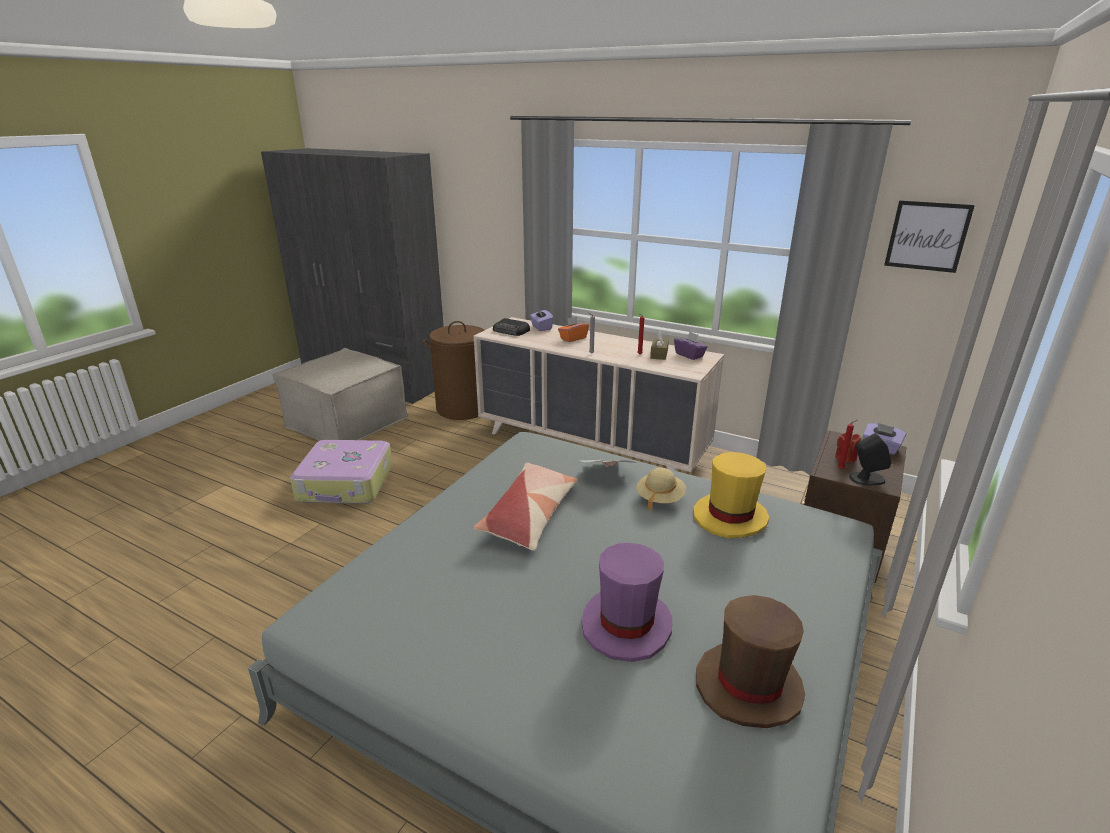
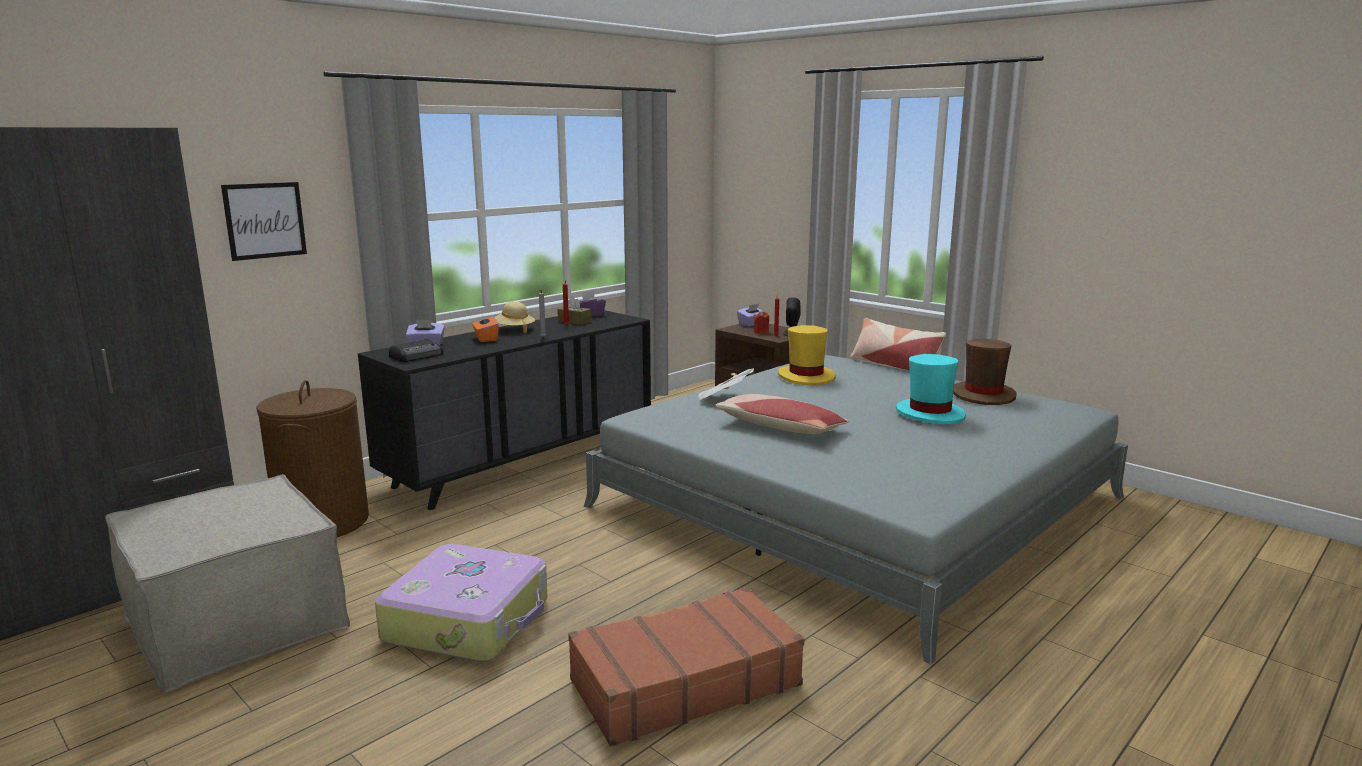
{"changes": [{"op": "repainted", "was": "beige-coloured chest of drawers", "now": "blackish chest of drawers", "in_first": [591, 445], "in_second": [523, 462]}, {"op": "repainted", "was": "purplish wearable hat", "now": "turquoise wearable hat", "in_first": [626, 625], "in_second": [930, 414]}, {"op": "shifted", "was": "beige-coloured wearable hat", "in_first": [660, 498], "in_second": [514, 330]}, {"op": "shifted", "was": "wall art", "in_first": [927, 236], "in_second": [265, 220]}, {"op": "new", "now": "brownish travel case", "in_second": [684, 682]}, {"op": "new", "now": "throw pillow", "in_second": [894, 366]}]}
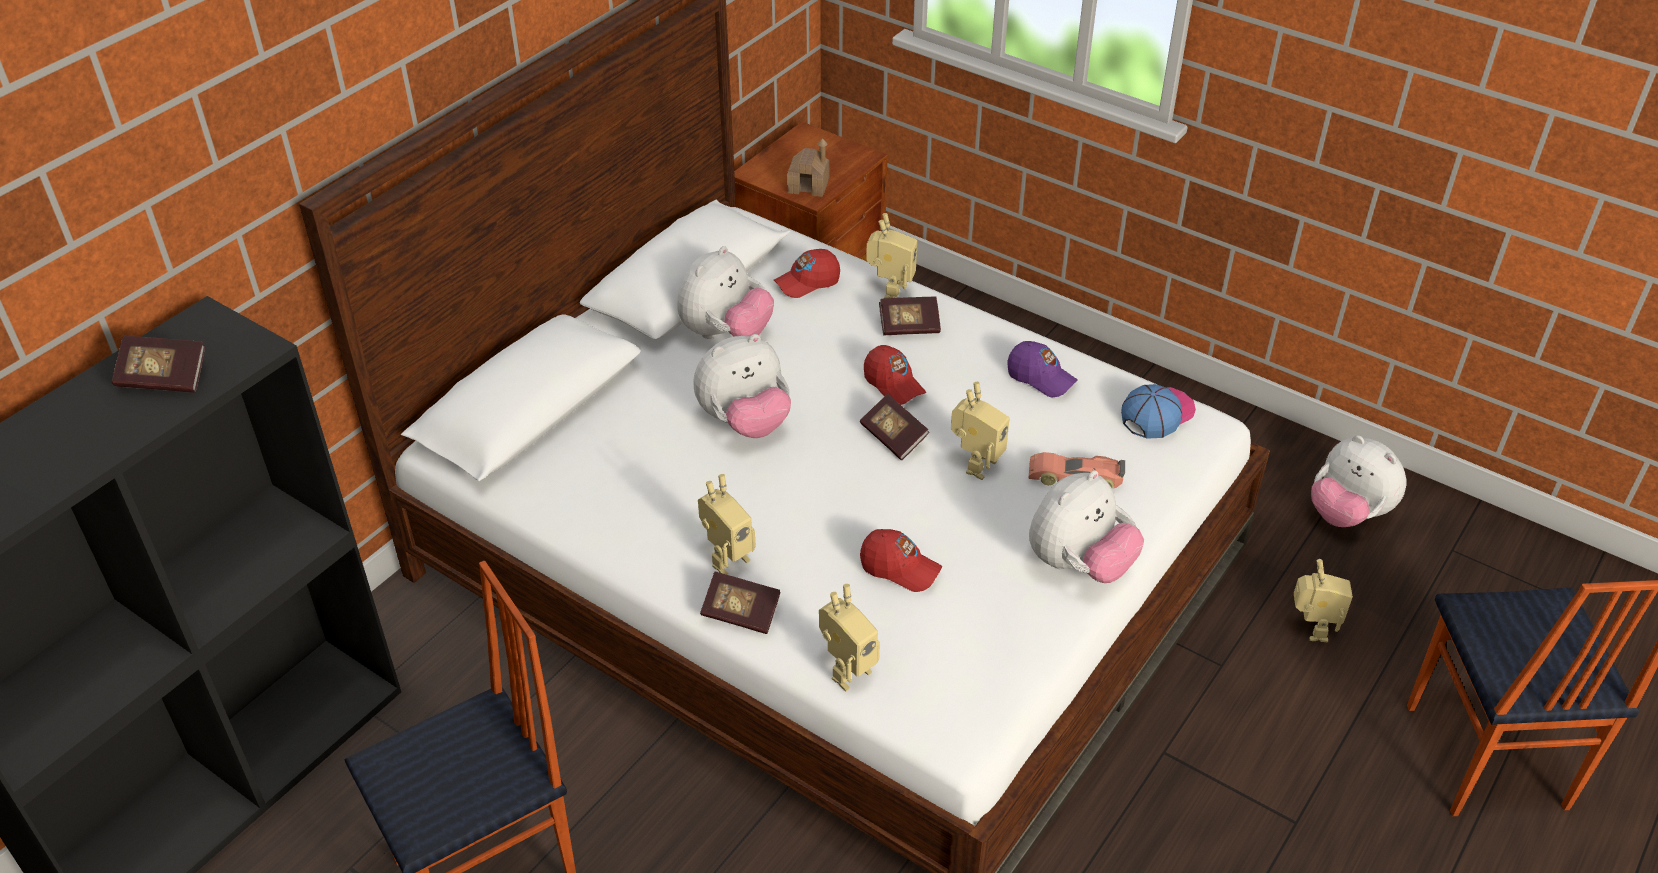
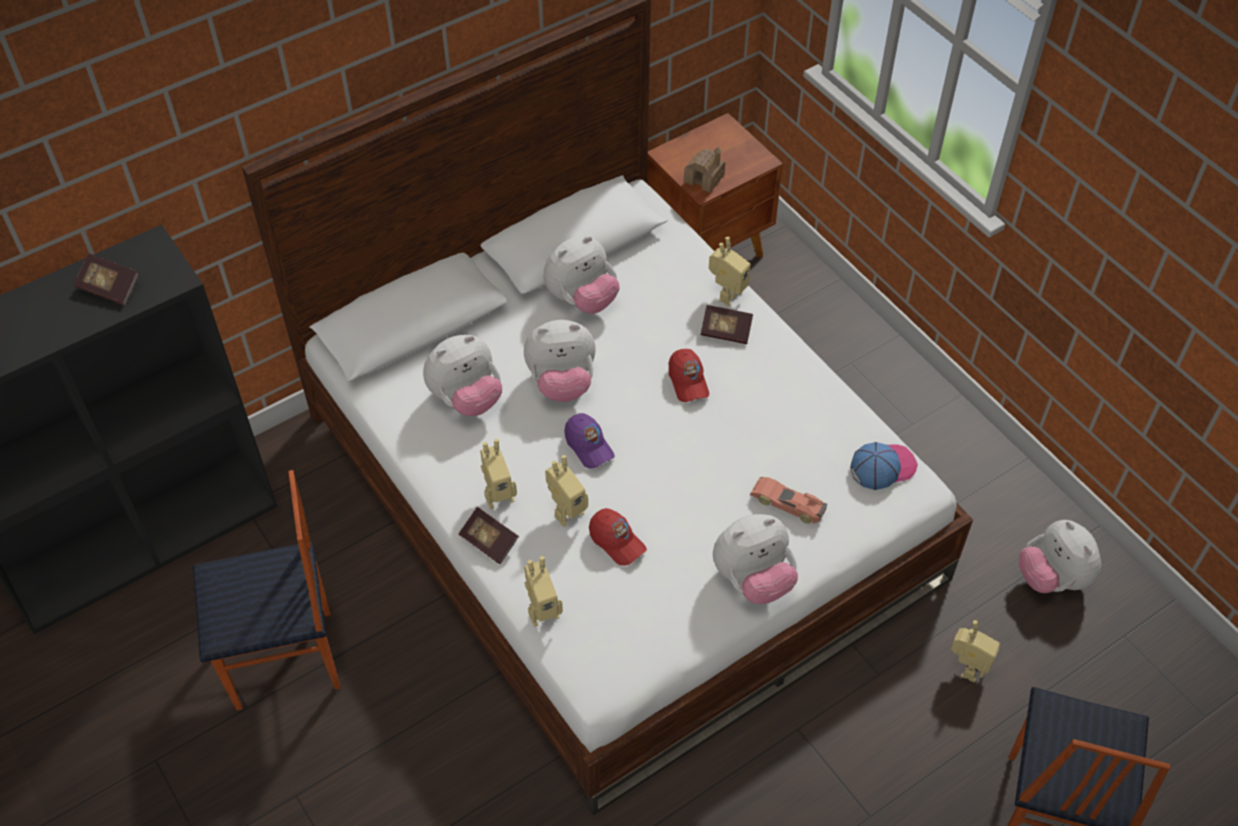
{"changes": [{"op": "gone", "was": "reddish baseball cap", "in_first": [807, 282]}, {"op": "gone", "was": "book", "in_first": [893, 437]}, {"op": "shifted", "was": "toy robot", "in_first": [976, 465], "in_second": [566, 511]}, {"op": "shifted", "was": "purplish baseball cap", "in_first": [1040, 378], "in_second": [588, 446]}, {"op": "new", "now": "cuddly toy", "in_second": [466, 398]}]}
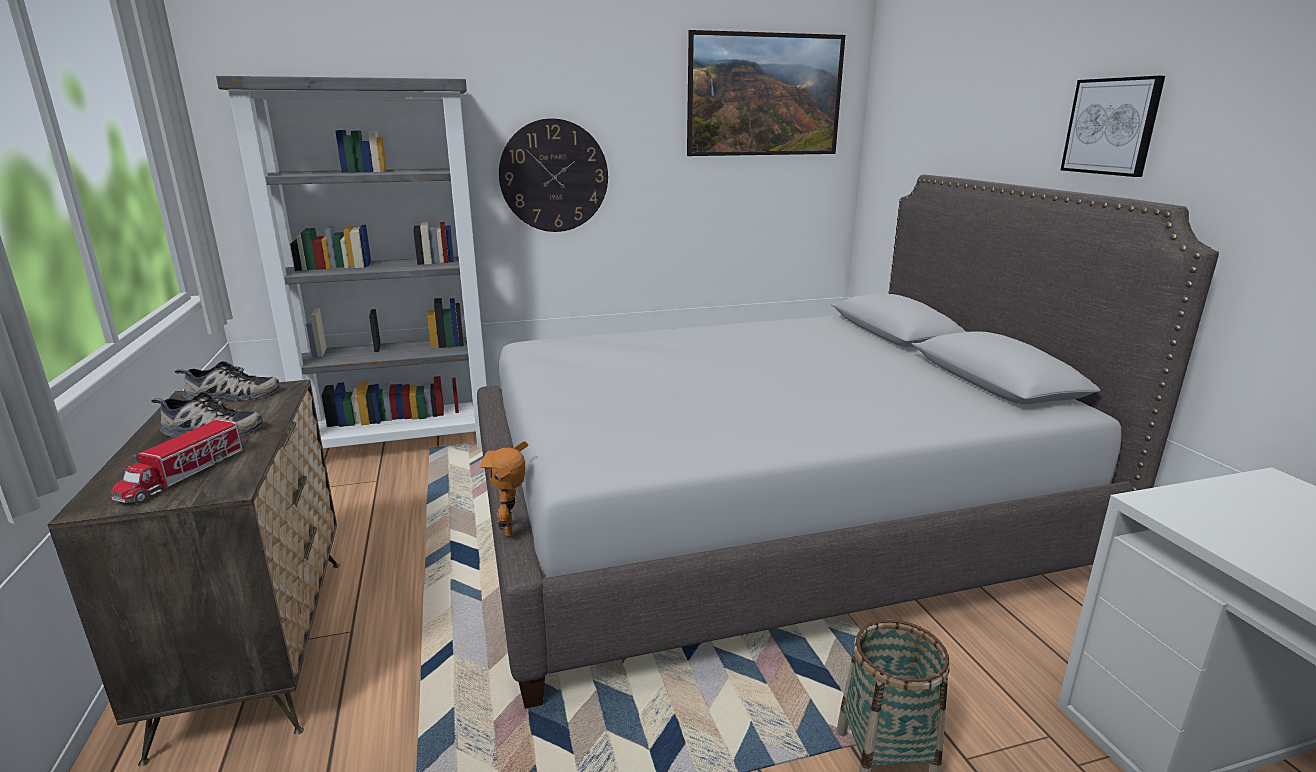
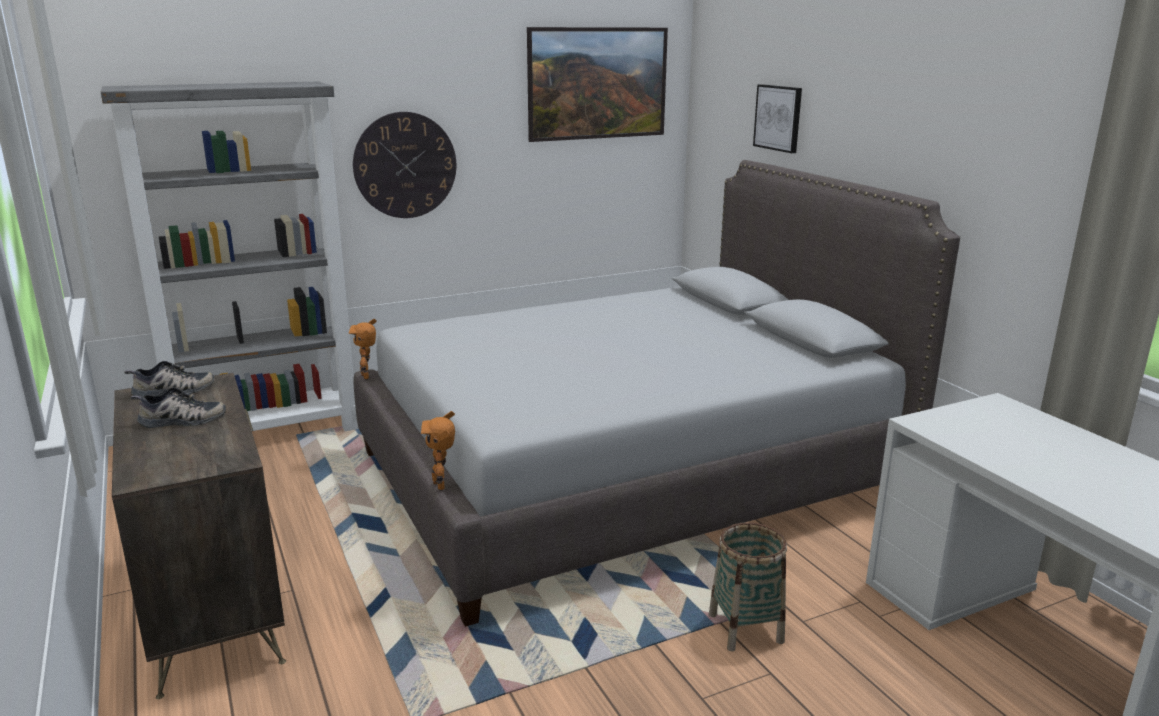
{"changes": [{"op": "gone", "was": "model truck", "in_first": [183, 475]}, {"op": "shifted", "was": "wall art", "in_first": [1112, 126], "in_second": [778, 118]}, {"op": "new", "now": "toy robot", "in_second": [367, 376]}]}
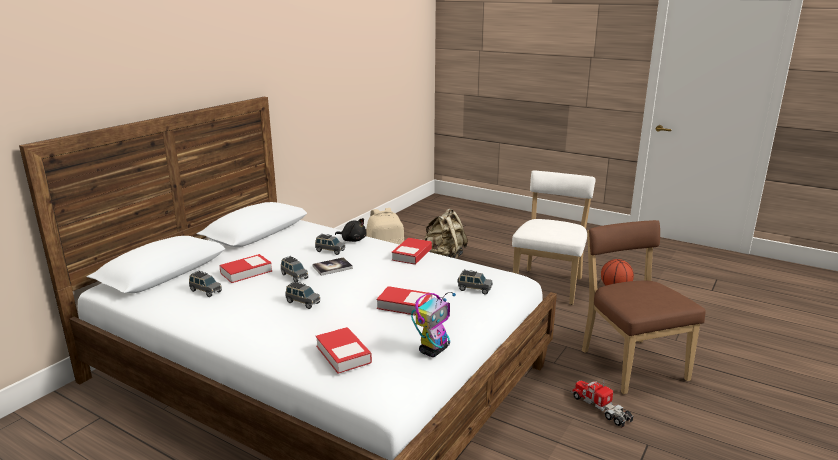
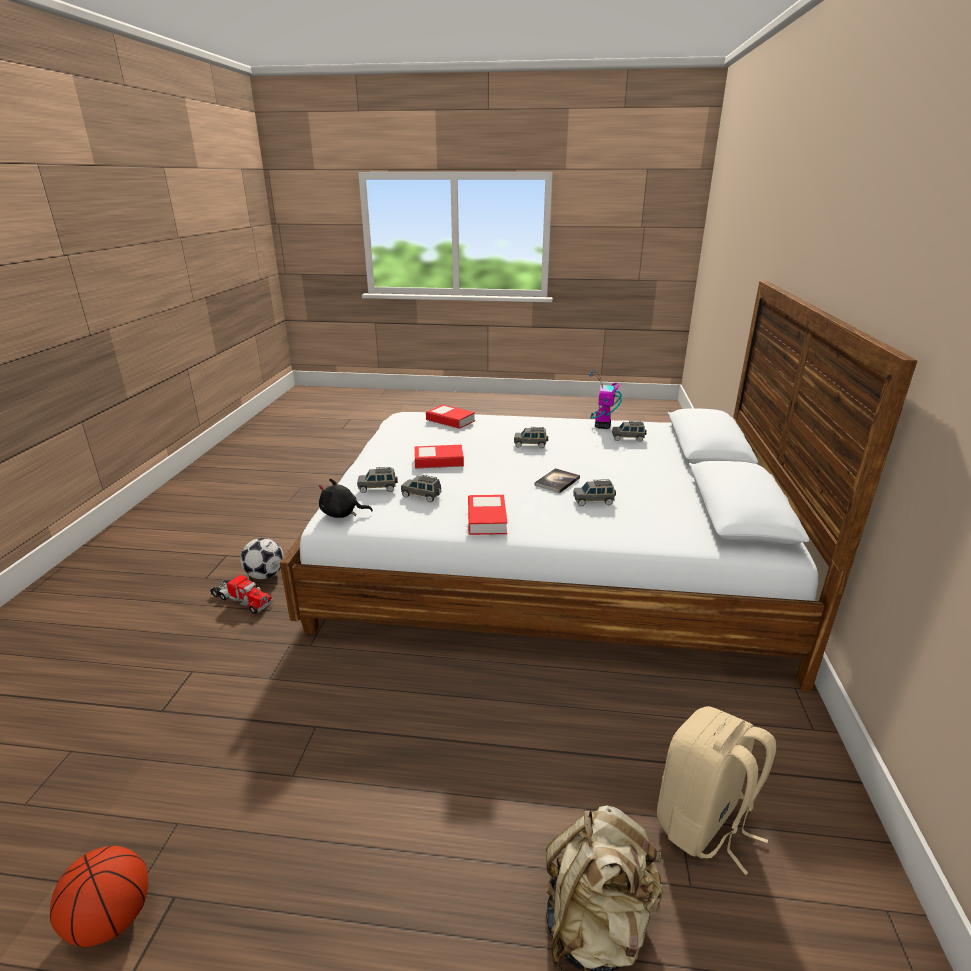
{"changes": [{"op": "gone", "was": "book", "in_first": [246, 272]}, {"op": "shifted", "was": "greyish miniature car", "in_first": [294, 276], "in_second": [422, 496]}, {"op": "shifted", "was": "blackish cuddly toy", "in_first": [352, 240], "in_second": [342, 514]}, {"op": "shifted", "was": "toy robot", "in_first": [433, 350], "in_second": [602, 426]}, {"op": "gone", "was": "whitish plain chair", "in_first": [549, 284]}, {"op": "gone", "was": "brownish plain chair", "in_first": [630, 363]}, {"op": "new", "now": "football", "in_second": [265, 575]}]}
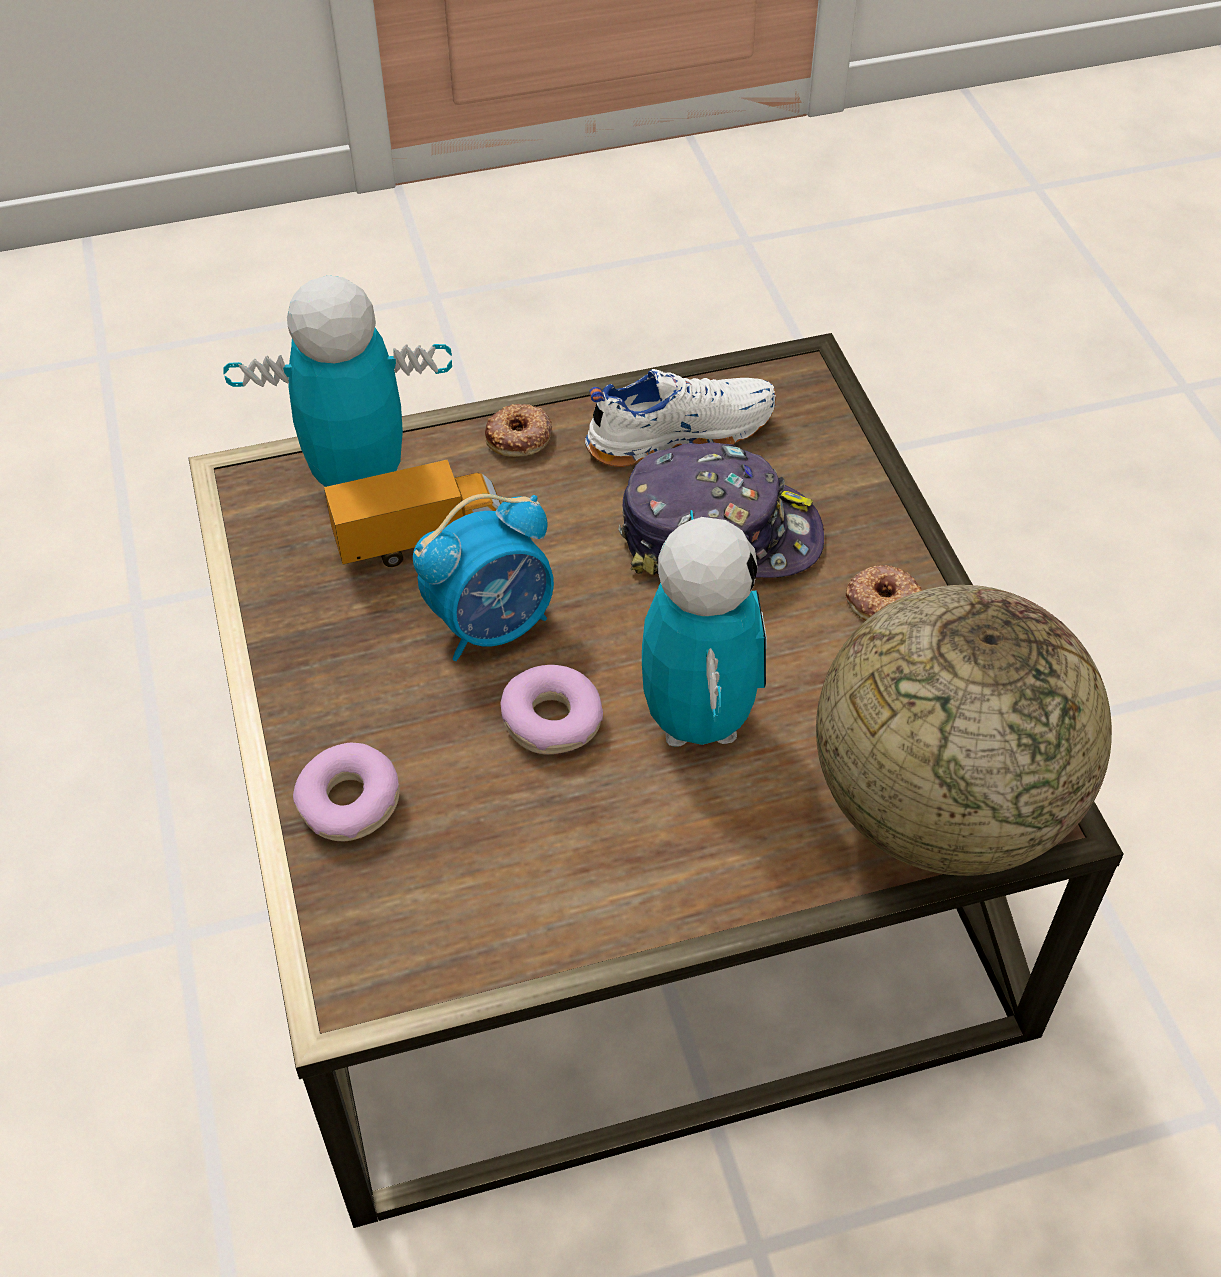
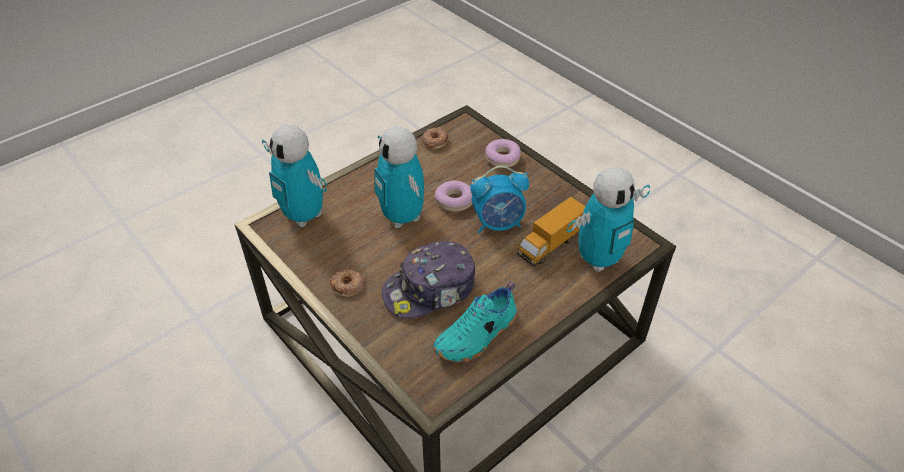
{"changes": [{"op": "rotated", "was": "alarm clock", "in_first": [493, 625], "in_second": [498, 224], "clockwise": -135}, {"op": "shifted", "was": "ring doughnut", "in_first": [519, 436], "in_second": [435, 141]}, {"op": "repainted", "was": "whitish shoe", "now": "turquoise shoe", "in_first": [678, 432], "in_second": [477, 336]}, {"op": "swapped", "was": "desk globe", "now": "toy robot", "in_first": [939, 808], "in_second": [304, 216]}]}
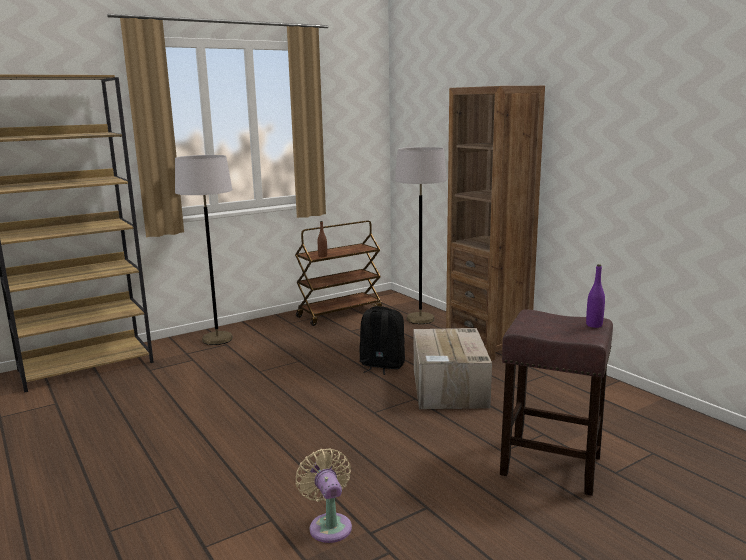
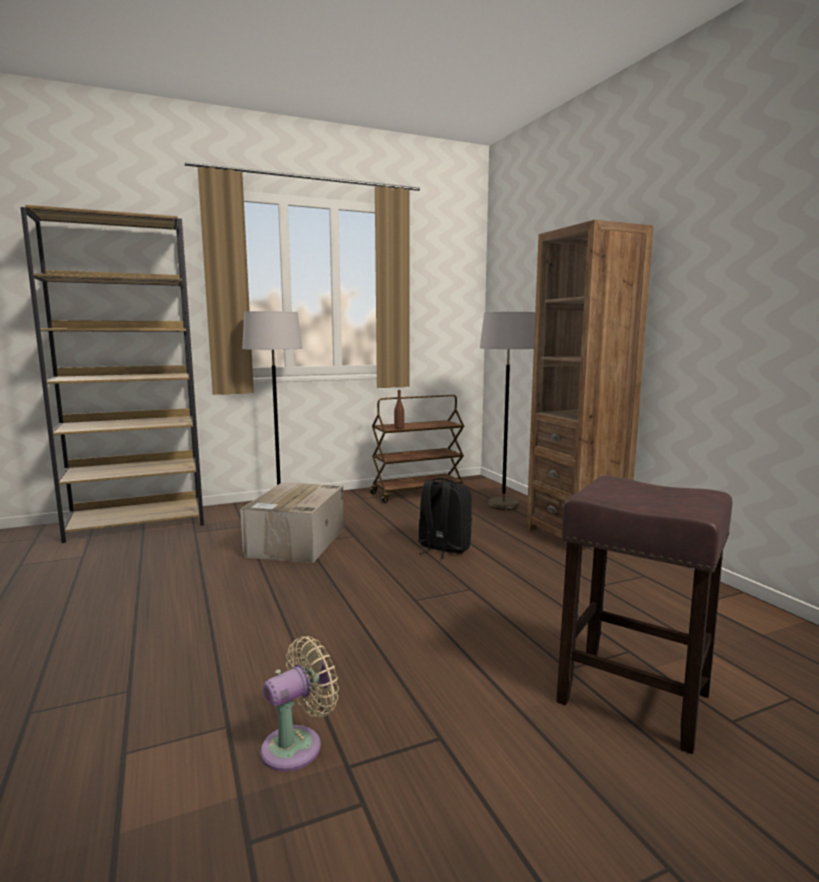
{"changes": [{"op": "rotated", "was": "beige-coloured fan", "in_first": [329, 525], "in_second": [297, 745], "clockwise": 60}, {"op": "shifted", "was": "cardboard box", "in_first": [449, 388], "in_second": [296, 542]}, {"op": "gone", "was": "purplish drink bottle", "in_first": [594, 325]}]}
